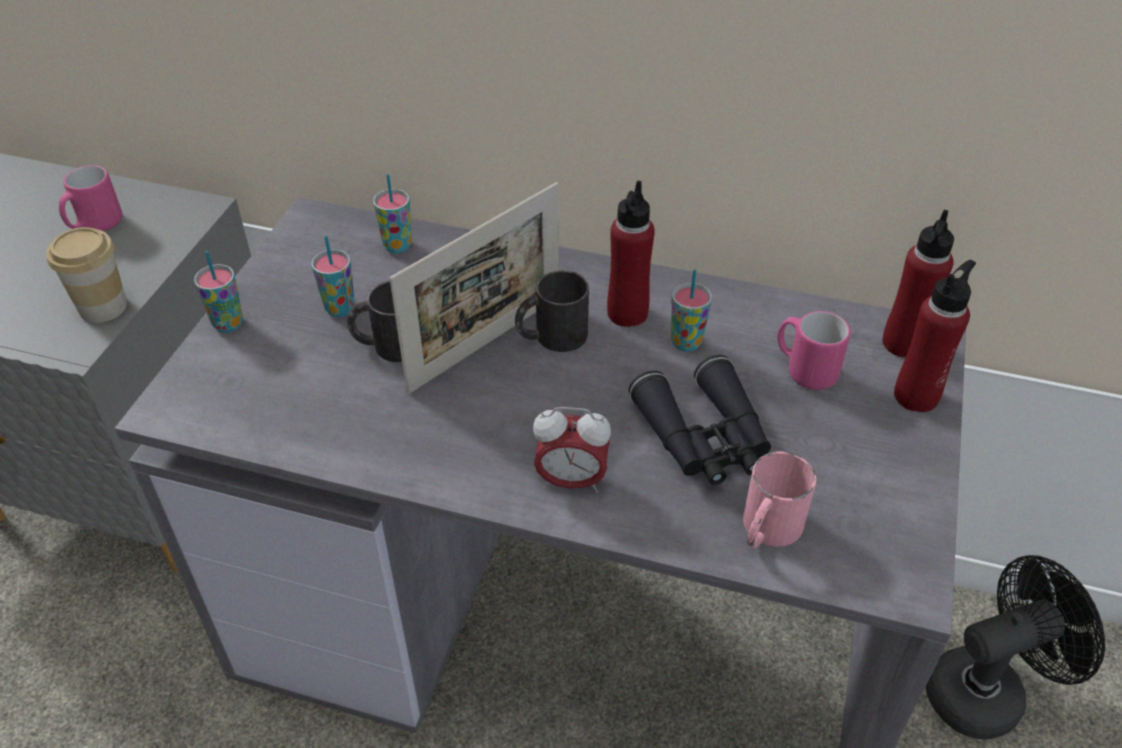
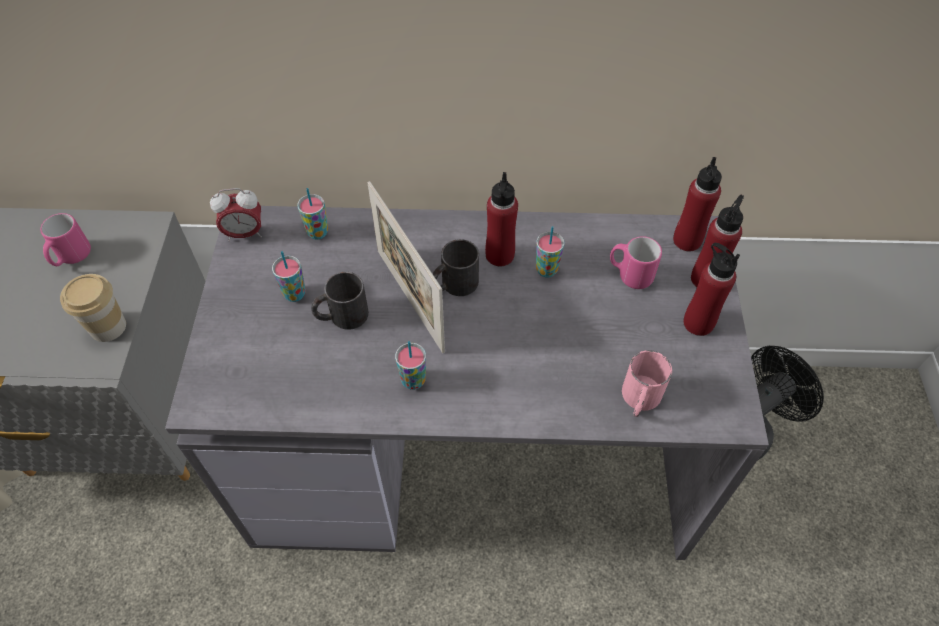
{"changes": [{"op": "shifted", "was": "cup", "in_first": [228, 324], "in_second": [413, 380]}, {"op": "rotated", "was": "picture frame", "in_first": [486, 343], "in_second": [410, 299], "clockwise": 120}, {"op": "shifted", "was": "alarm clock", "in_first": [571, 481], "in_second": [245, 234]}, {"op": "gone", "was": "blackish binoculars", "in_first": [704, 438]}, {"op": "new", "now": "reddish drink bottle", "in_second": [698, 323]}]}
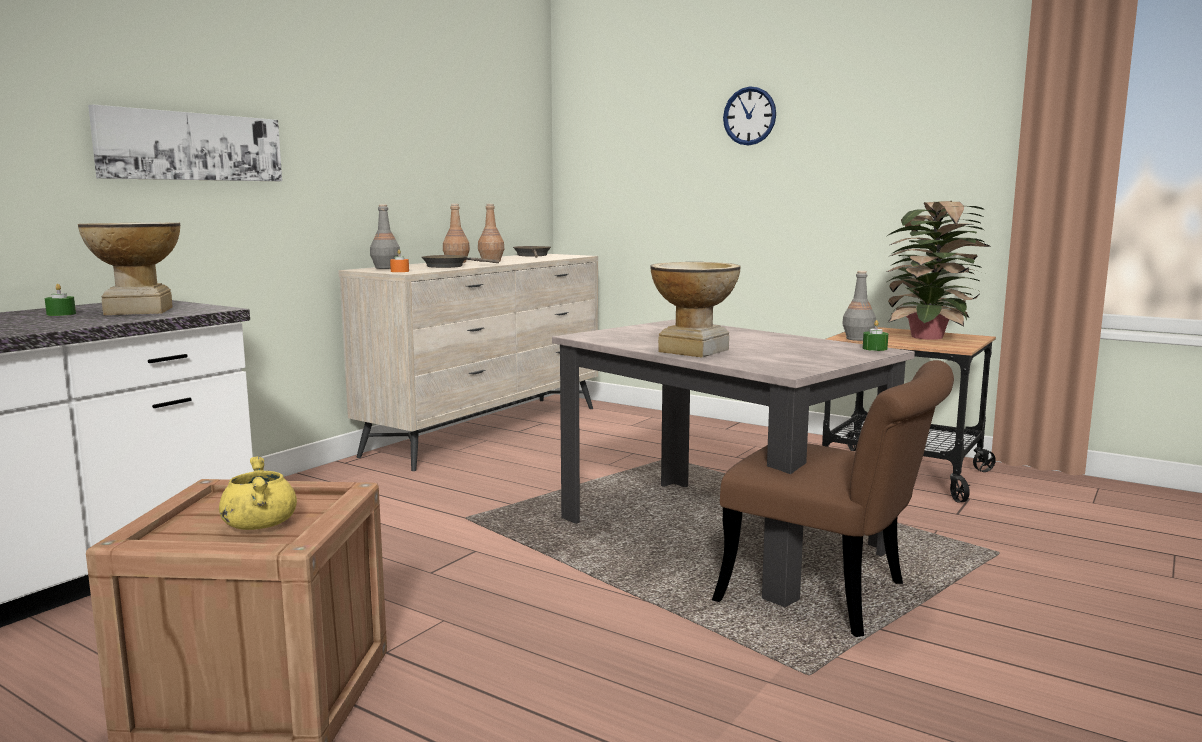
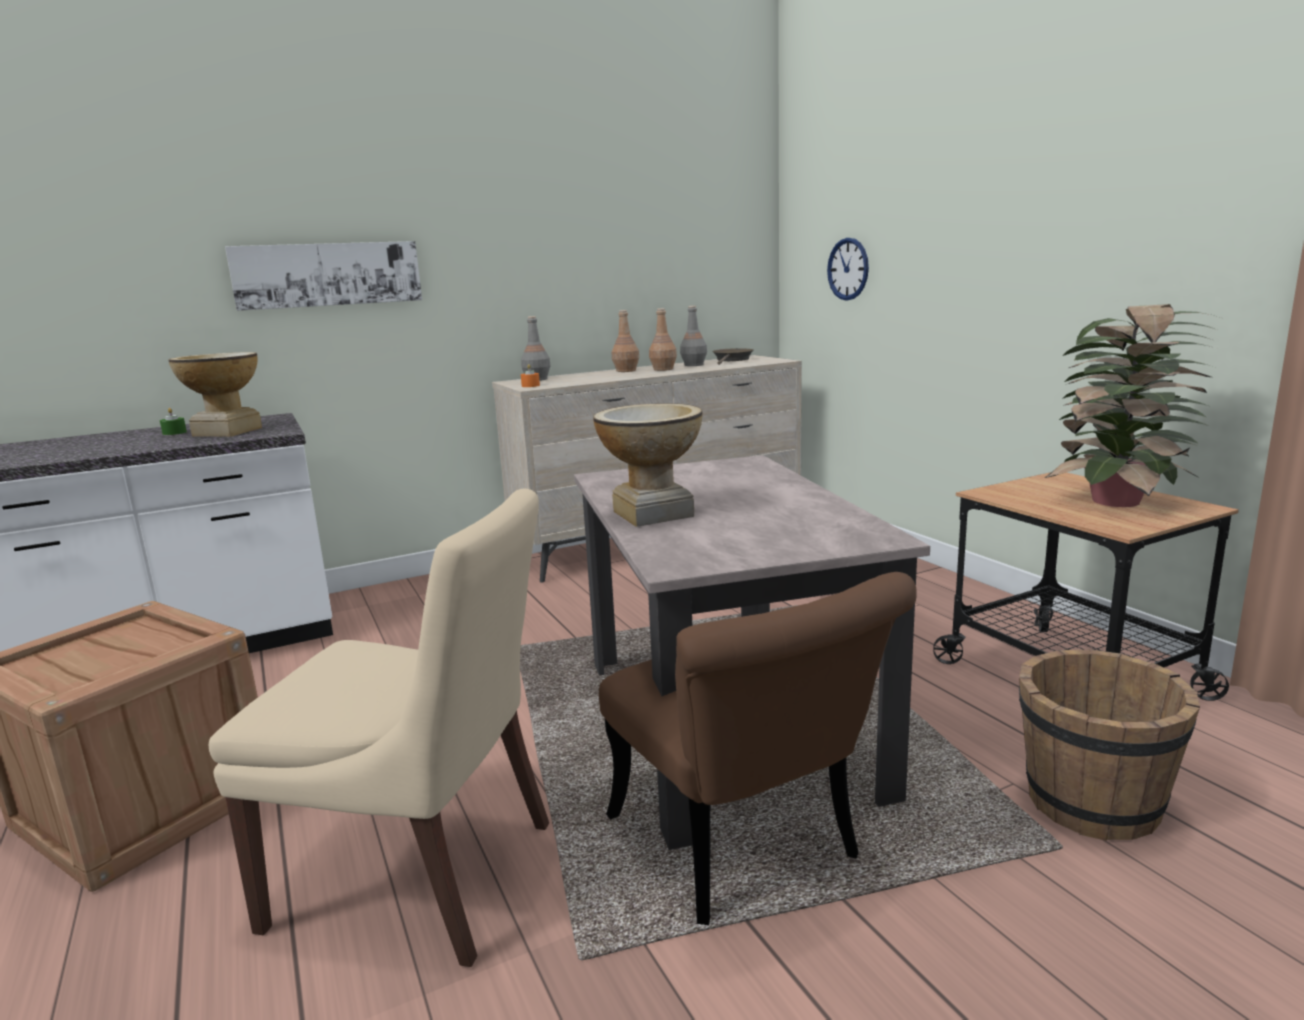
{"changes": [{"op": "gone", "was": "yellow stockpot", "in_first": [259, 525]}, {"op": "gone", "was": "brownish skillet", "in_first": [449, 266]}, {"op": "shifted", "was": "hanging clock", "in_first": [749, 116], "in_second": [848, 269]}, {"op": "shifted", "was": "greyish drink bottle", "in_first": [857, 339], "in_second": [693, 365]}, {"op": "gone", "was": "green-coloured wax light", "in_first": [874, 348]}, {"op": "new", "now": "beige-coloured plain chair", "in_second": [423, 876]}, {"op": "new", "now": "brownish bucket", "in_second": [1091, 804]}]}
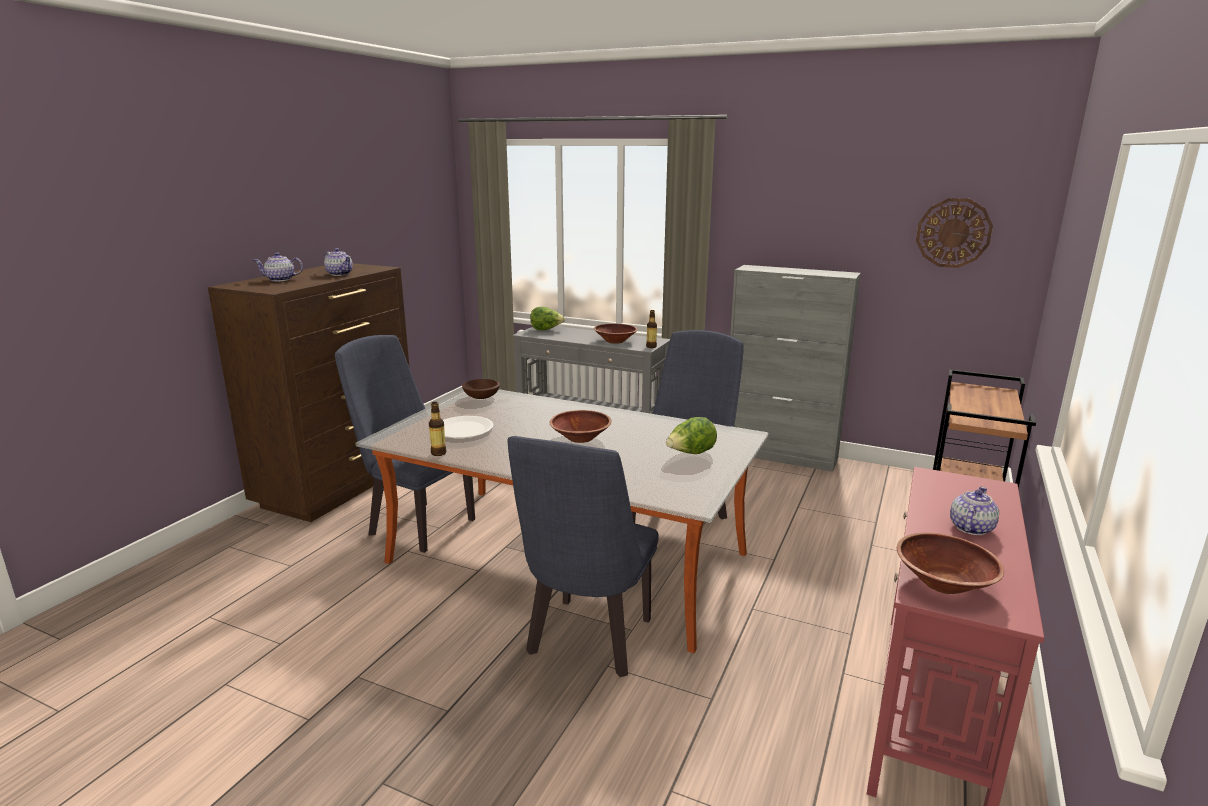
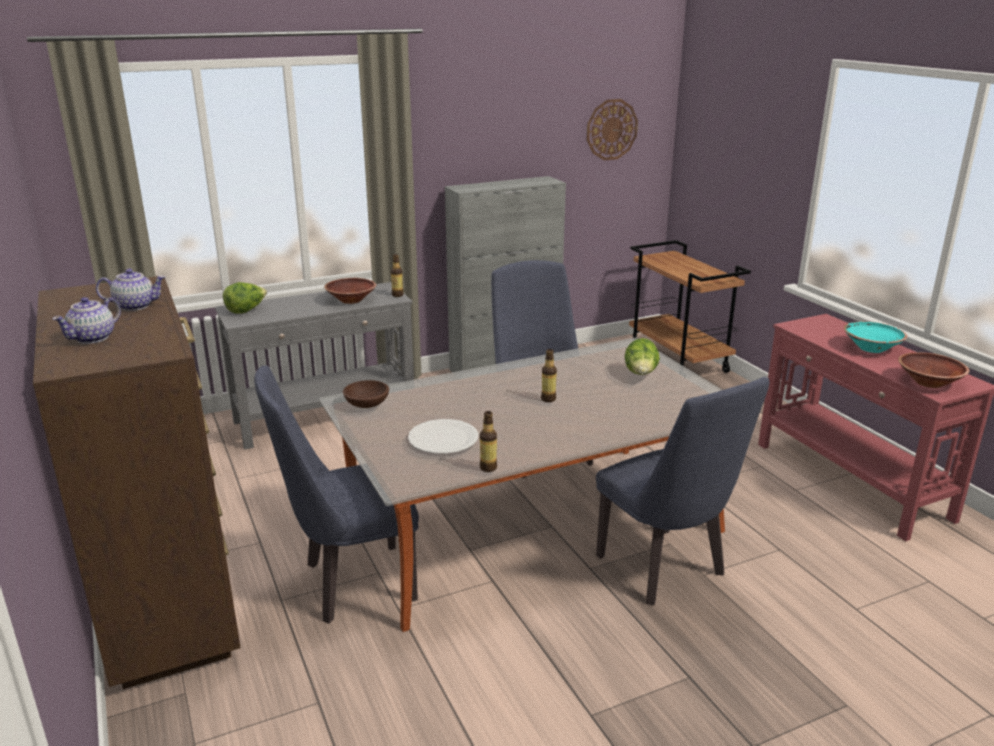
{"changes": [{"op": "swapped", "was": "brownish bowl", "now": "drink bottle", "in_first": [581, 438], "in_second": [548, 399]}, {"op": "swapped", "was": "teapot", "now": "turquoise bowl", "in_first": [970, 528], "in_second": [871, 348]}]}
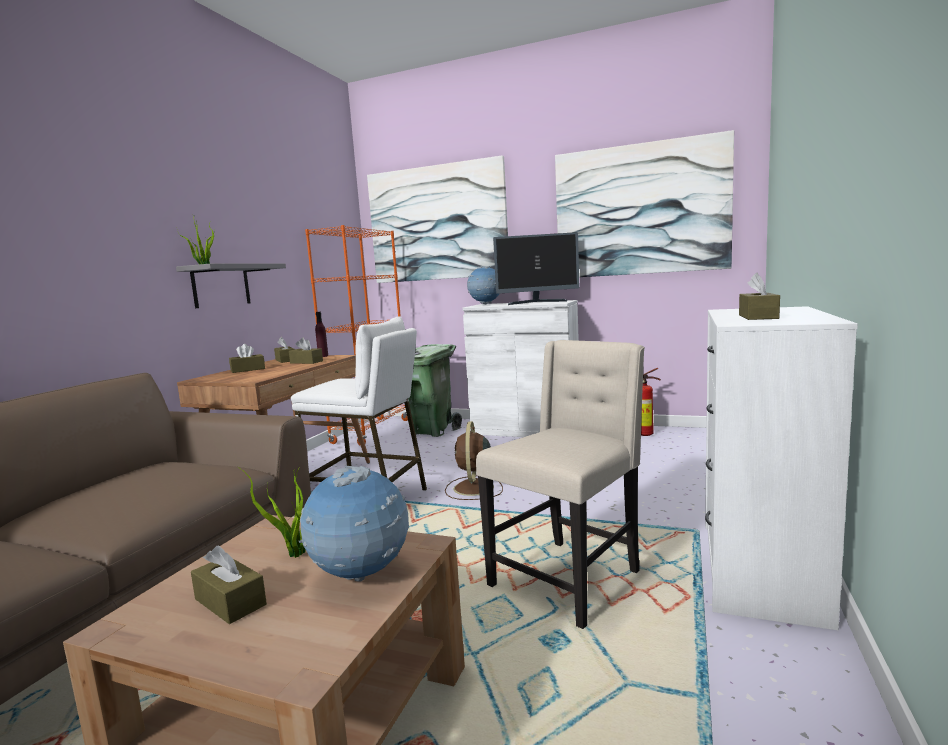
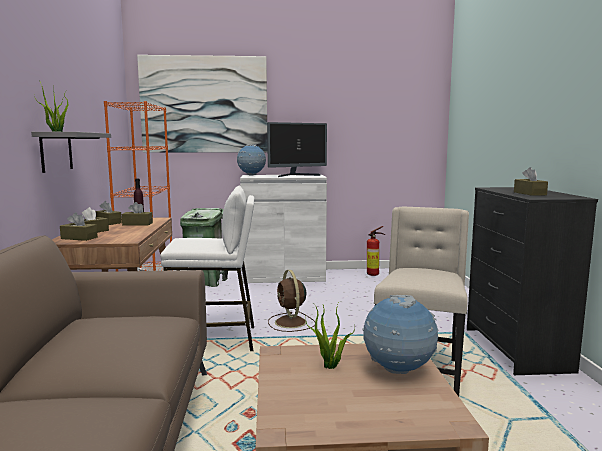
{"changes": [{"op": "shifted", "was": "brownish box of tissues", "in_first": [230, 602], "in_second": [79, 238]}, {"op": "gone", "was": "wall art", "in_first": [640, 210]}, {"op": "repainted", "was": "whitish chest of drawers", "now": "blackish chest of drawers", "in_first": [758, 569], "in_second": [515, 349]}]}
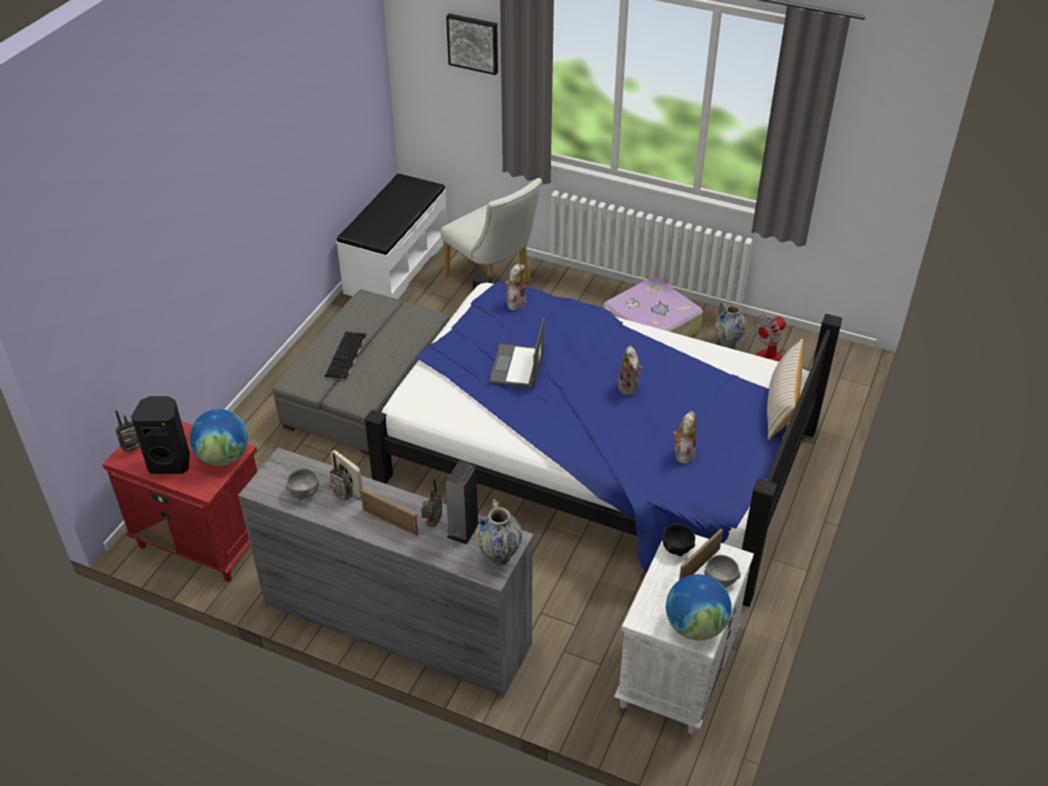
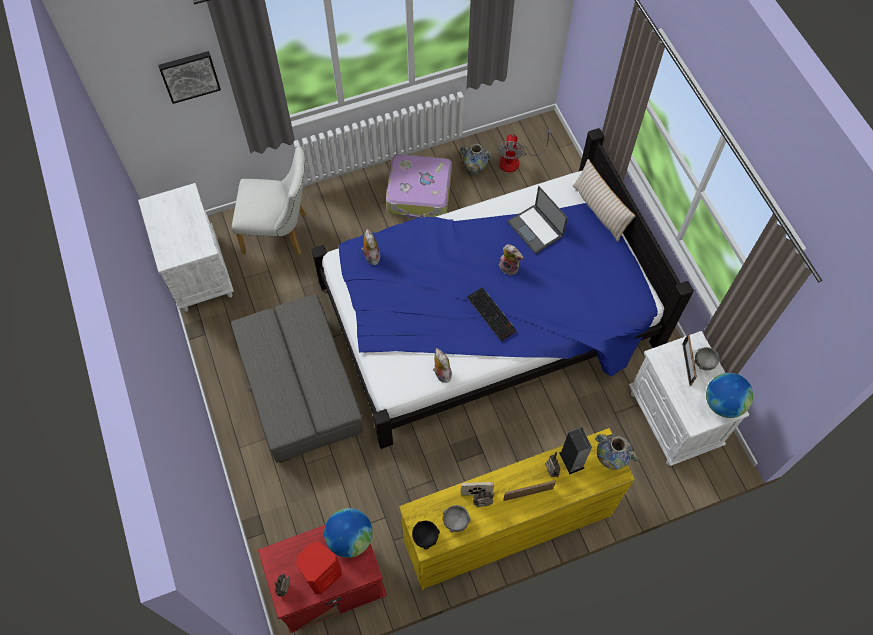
{"changes": [{"op": "repainted", "was": "blackish speaker", "now": "reddish speaker", "in_first": [171, 462], "in_second": [322, 574]}, {"op": "repainted", "was": "greyish chest of drawers", "now": "yellow chest of drawers", "in_first": [396, 623], "in_second": [506, 528]}, {"op": "shifted", "was": "keyboard", "in_first": [346, 356], "in_second": [492, 314]}, {"op": "swapped", "was": "whitish indoor bench", "now": "whitish bedside table", "in_first": [396, 266], "in_second": [198, 272]}, {"op": "shifted", "was": "laptop", "in_first": [517, 367], "in_second": [536, 229]}, {"op": "shifted", "was": "blackish bowl", "in_first": [677, 548], "in_second": [425, 537]}, {"op": "shifted", "was": "cuddly toy", "in_first": [683, 453], "in_second": [441, 373]}]}
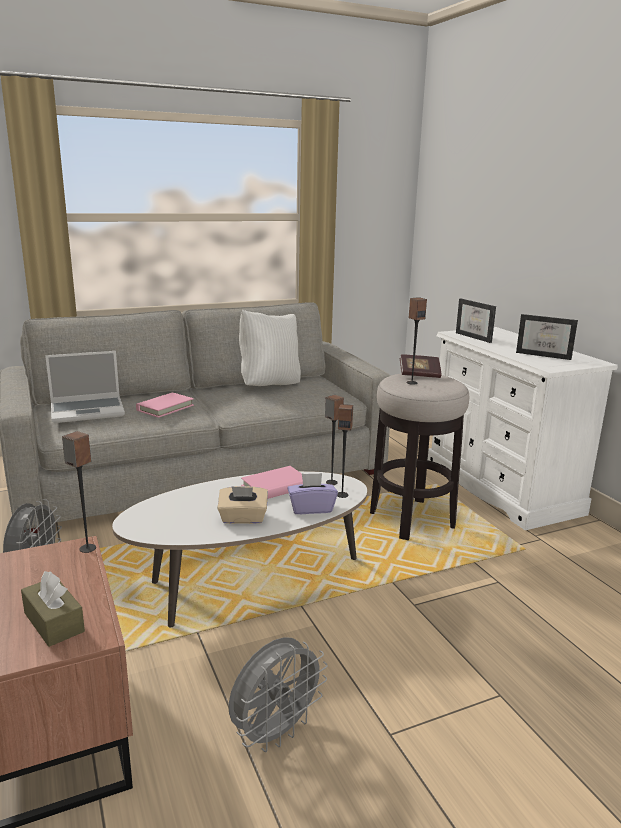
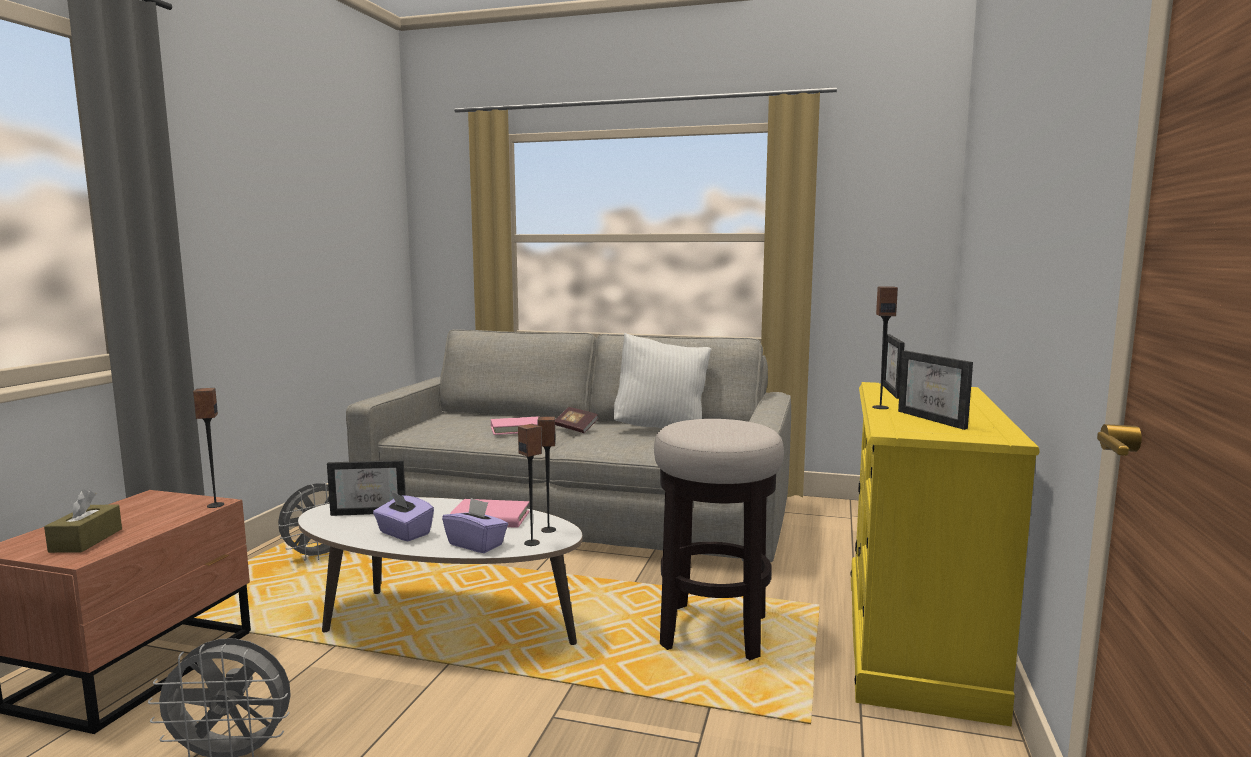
{"changes": [{"op": "gone", "was": "laptop", "in_first": [88, 411]}, {"op": "repainted", "was": "beige-coloured box of tissues", "now": "purplish box of tissues", "in_first": [243, 518], "in_second": [404, 533]}, {"op": "shifted", "was": "book", "in_first": [419, 375], "in_second": [576, 428]}, {"op": "shifted", "was": "speaker", "in_first": [411, 382], "in_second": [880, 407]}, {"op": "repainted", "was": "whitish chest of drawers", "now": "yellow chest of drawers", "in_first": [500, 487], "in_second": [915, 639]}, {"op": "new", "now": "picture frame", "in_second": [371, 511]}]}
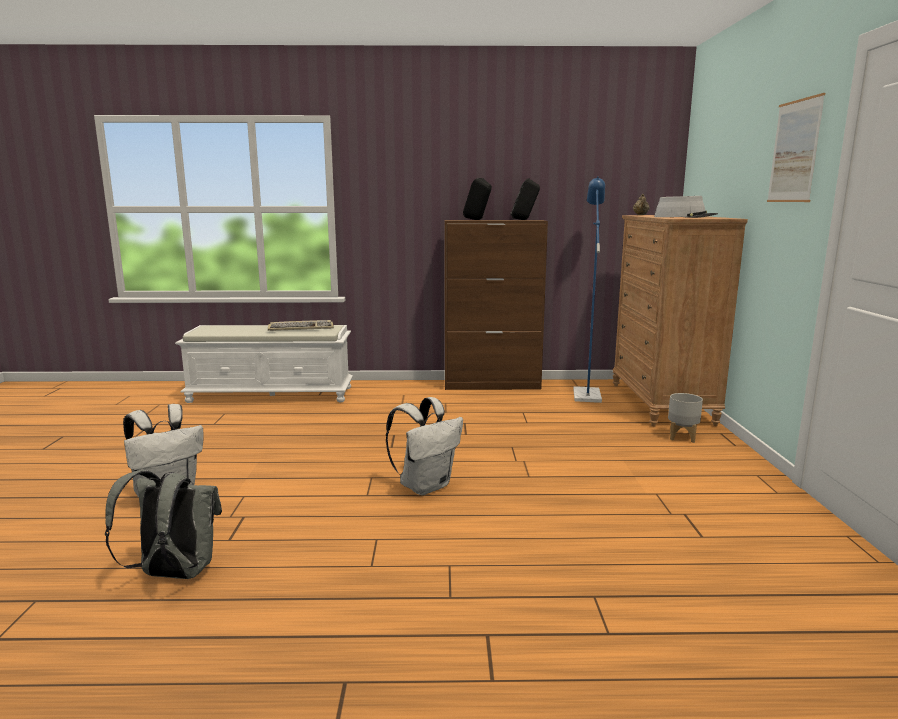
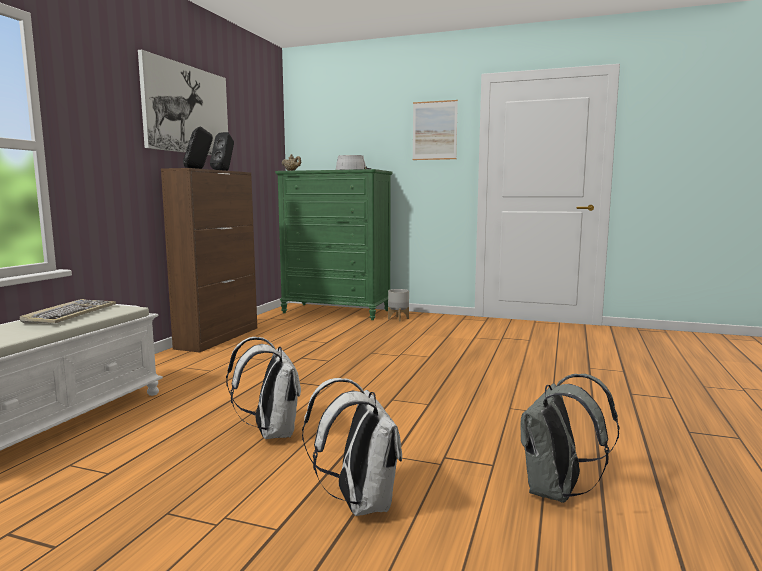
{"changes": [{"op": "shifted", "was": "whitish rucksack", "in_first": [425, 486], "in_second": [271, 433]}, {"op": "gone", "was": "blue-coloured floor lamp", "in_first": [586, 393]}, {"op": "repainted", "was": "brownish chest of drawers", "now": "green-coloured chest of drawers", "in_first": [661, 404], "in_second": [336, 311]}, {"op": "new", "now": "wall art", "in_second": [187, 109]}]}
